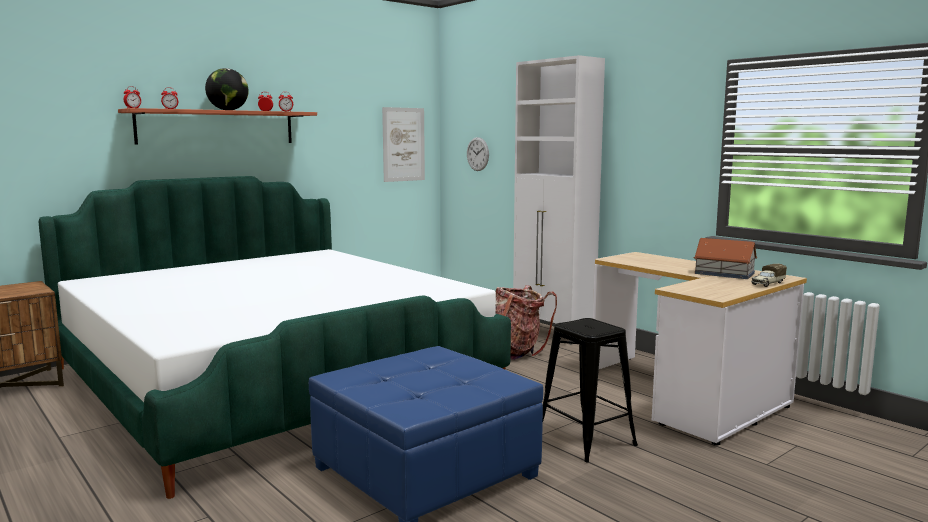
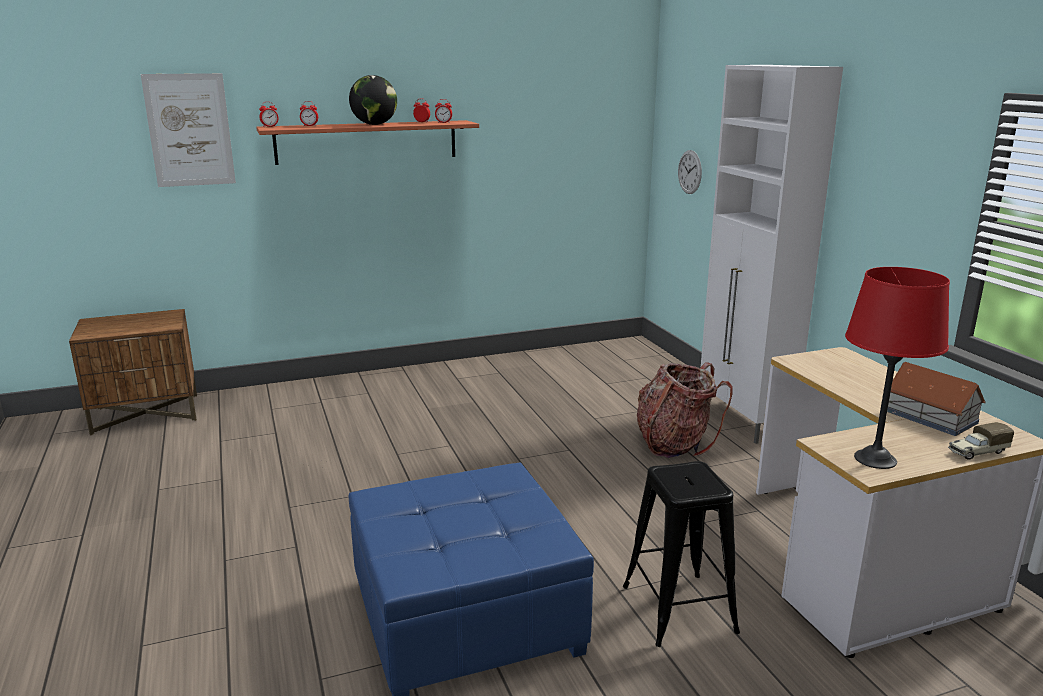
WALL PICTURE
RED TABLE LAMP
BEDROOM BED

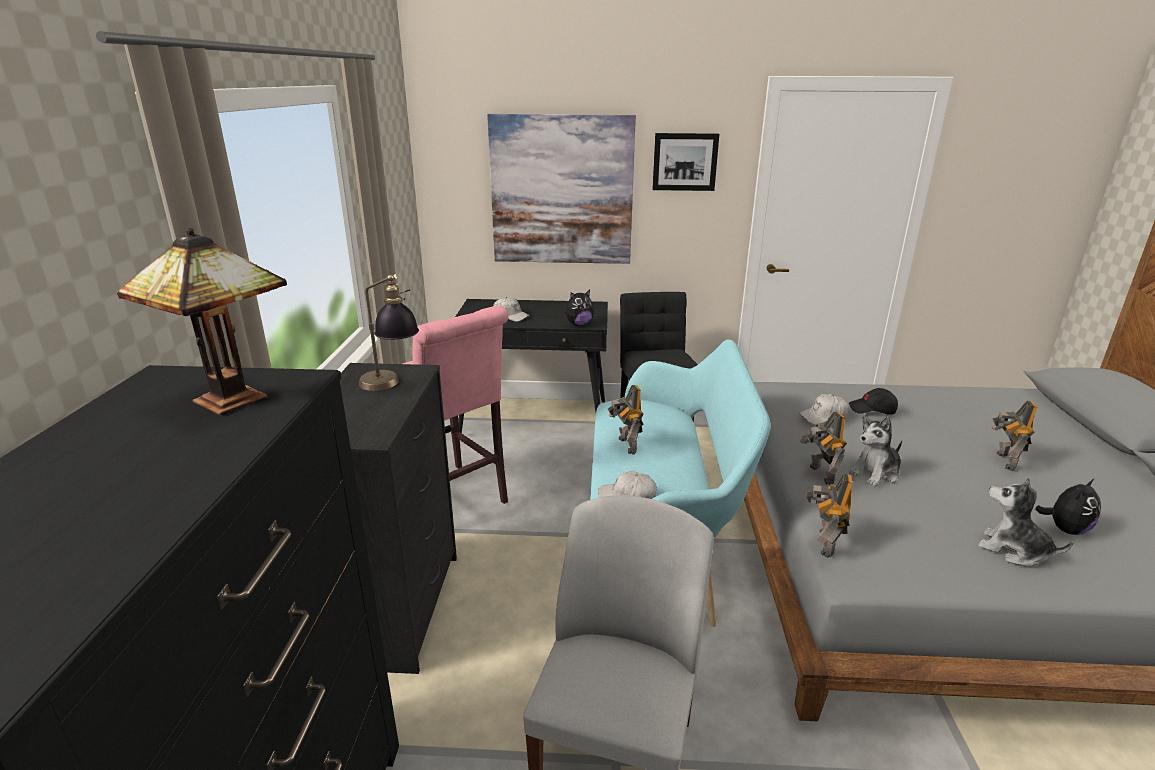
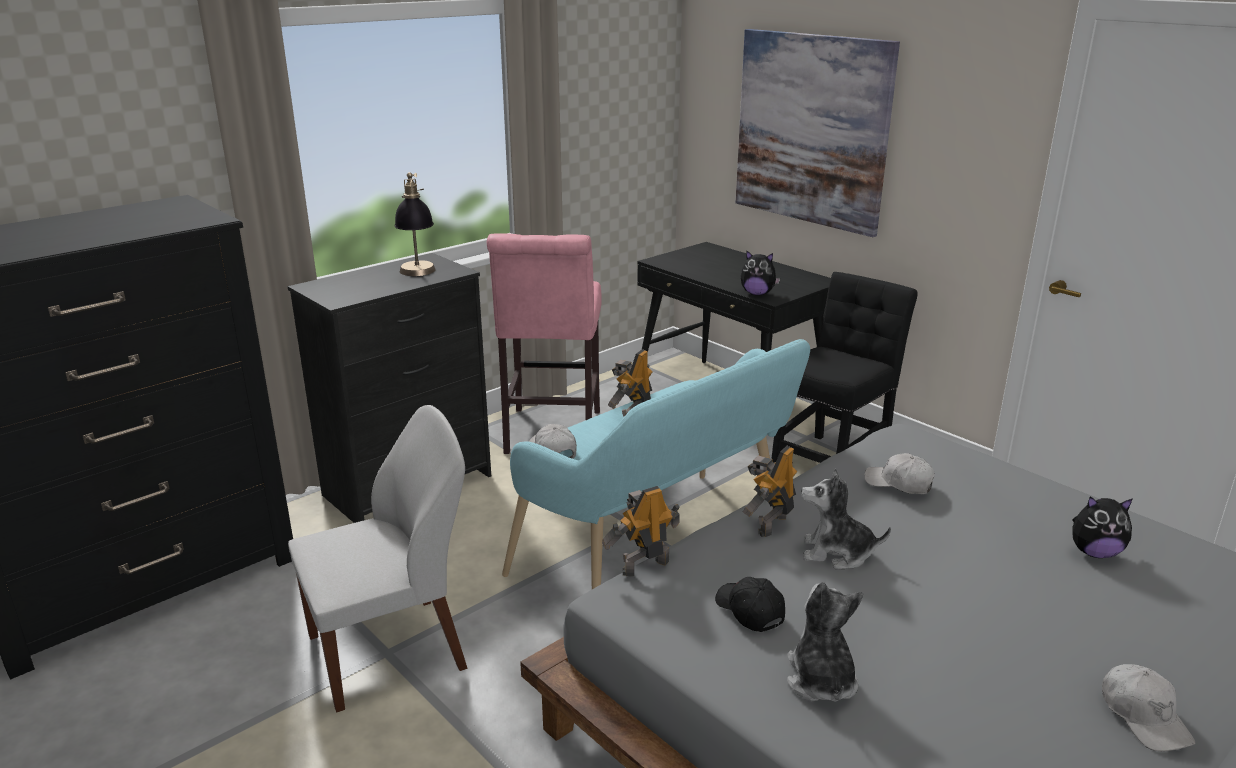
BLACK BASEBALL CAP
CUDDLY TOY (no. 4 from left)
WHITE-COLOURED BASEBALL CAP (no. 3 from left)
TABLE LAMP (no. 1 from left in the first image)
WALL PICTURE (no. 2 from left in the first image)
MODEL ROBOT (no. 4 from left in the first image)

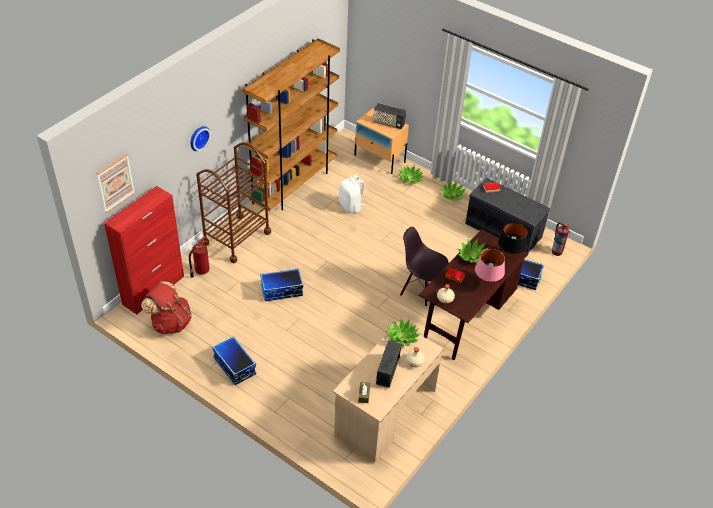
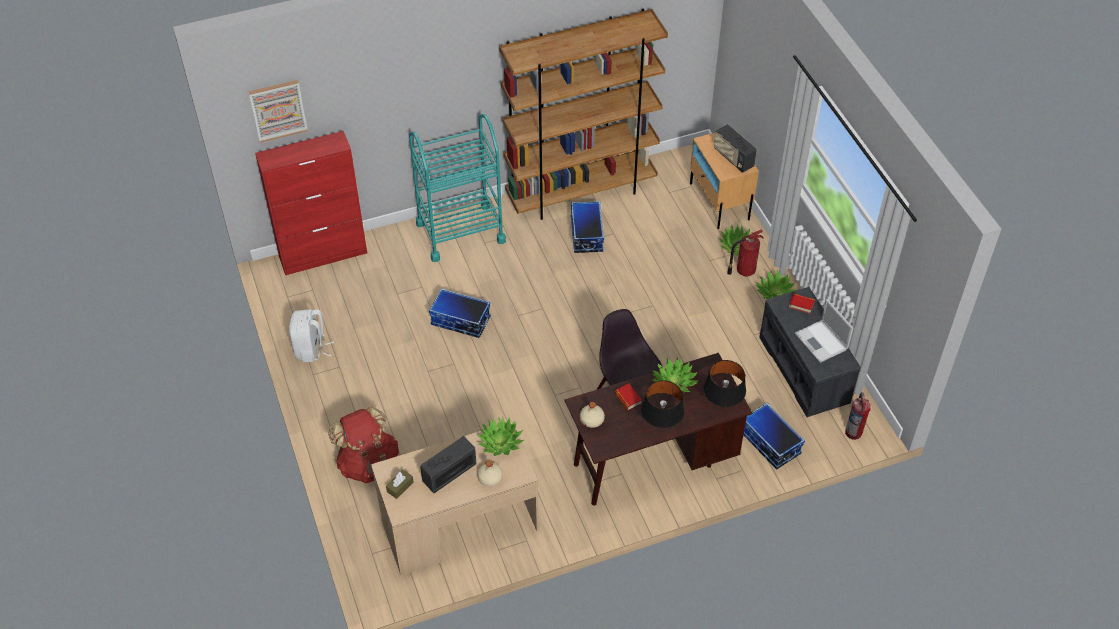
WHITE-COLOURED KNAPSACK
RED KNAPSACK
TURQUOISE CART
STORAGE BIN (no. 2 from left)
BLACK TABLE LAMP (no. 1 from left)
EXTINGUISHER (no. 1 from left)
NOTEBOOK COMPUTER
CLOCK ON THE WALL

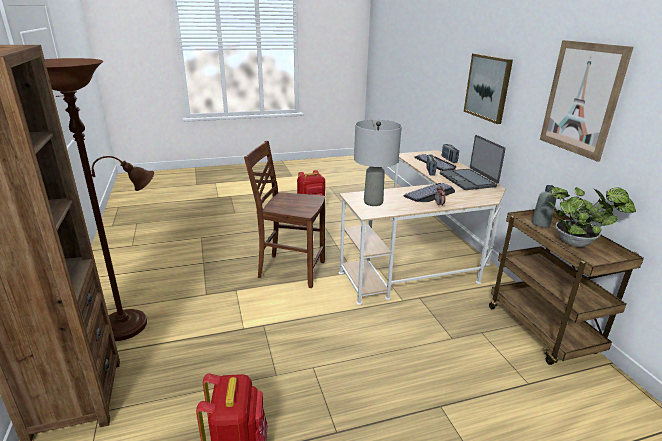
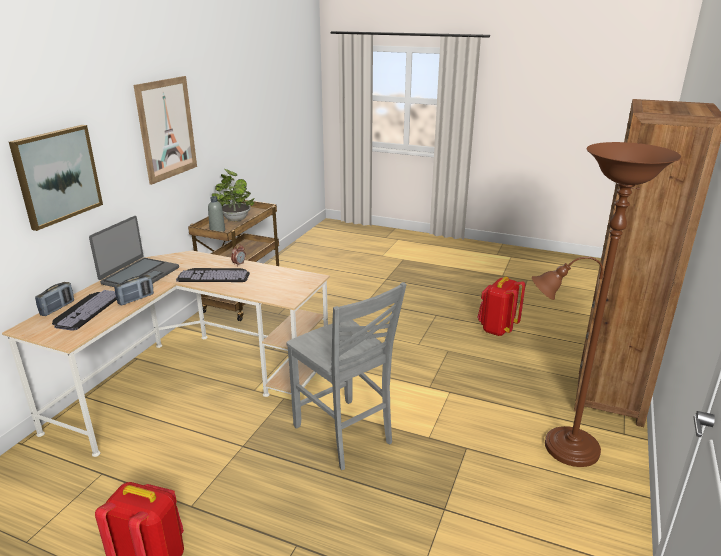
GRAY UPRIGHT CHAIR
GRAY TABLE LAMP

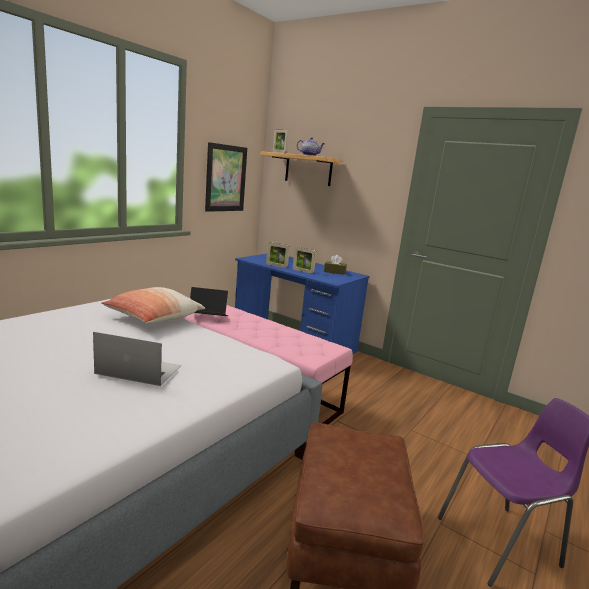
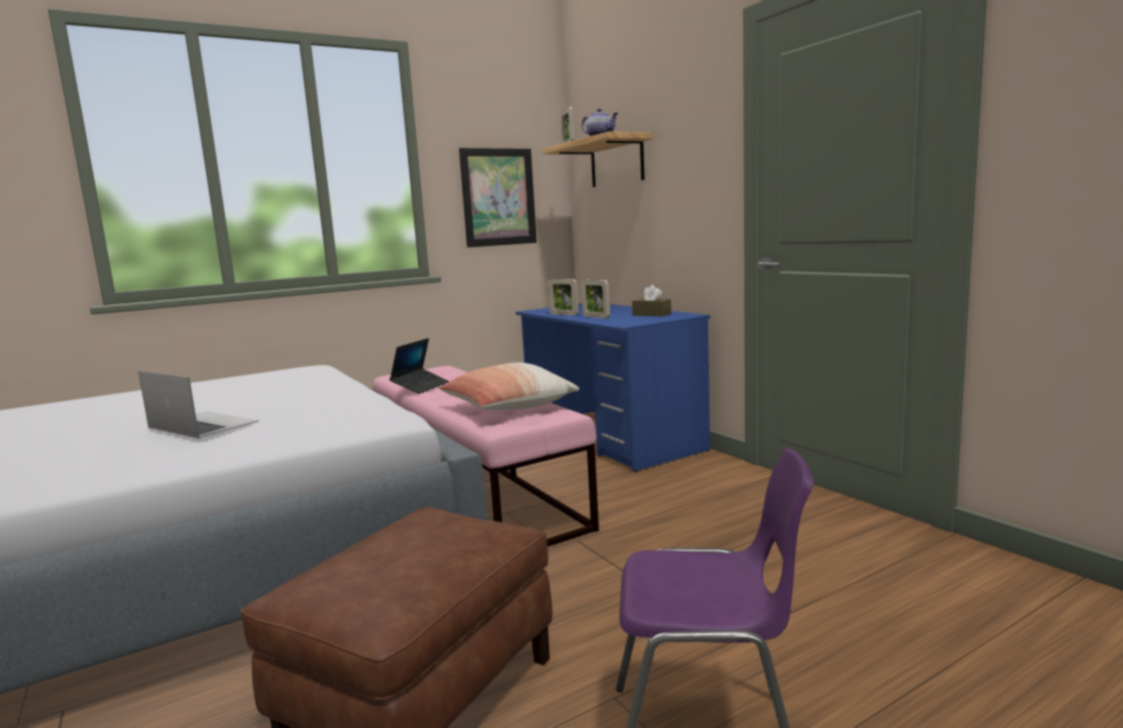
NOTEBOOK COMPUTER (no. 2 from left)
THROW PILLOW

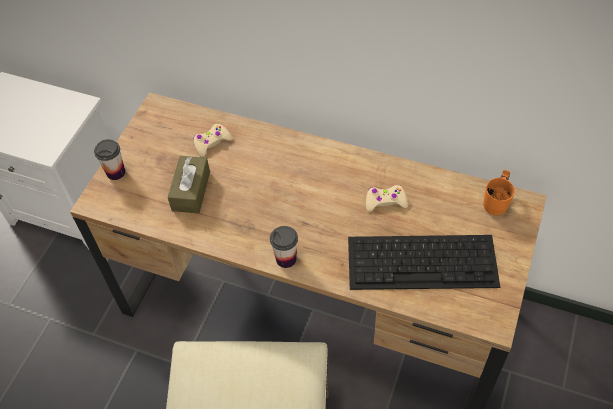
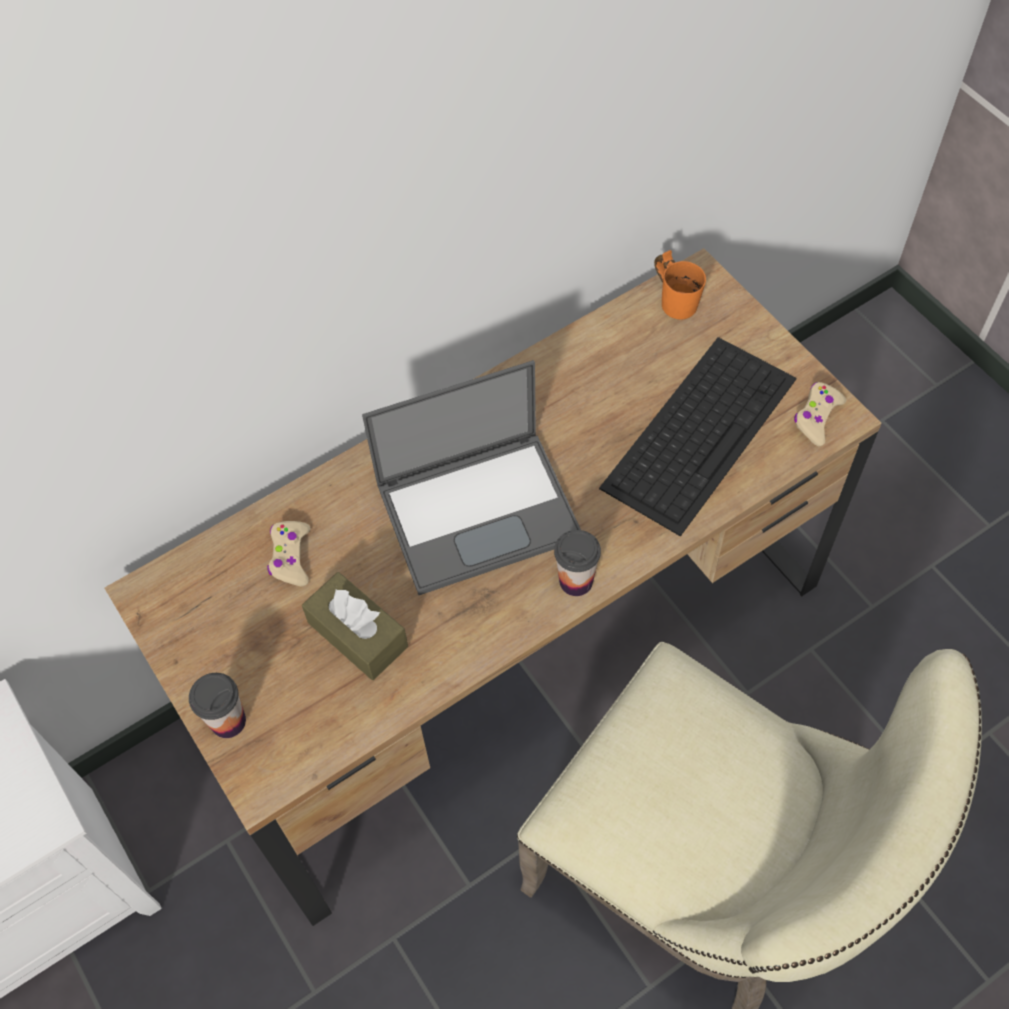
NOTEBOOK COMPUTER
BEIGE GAMEPAD (no. 2 from left)

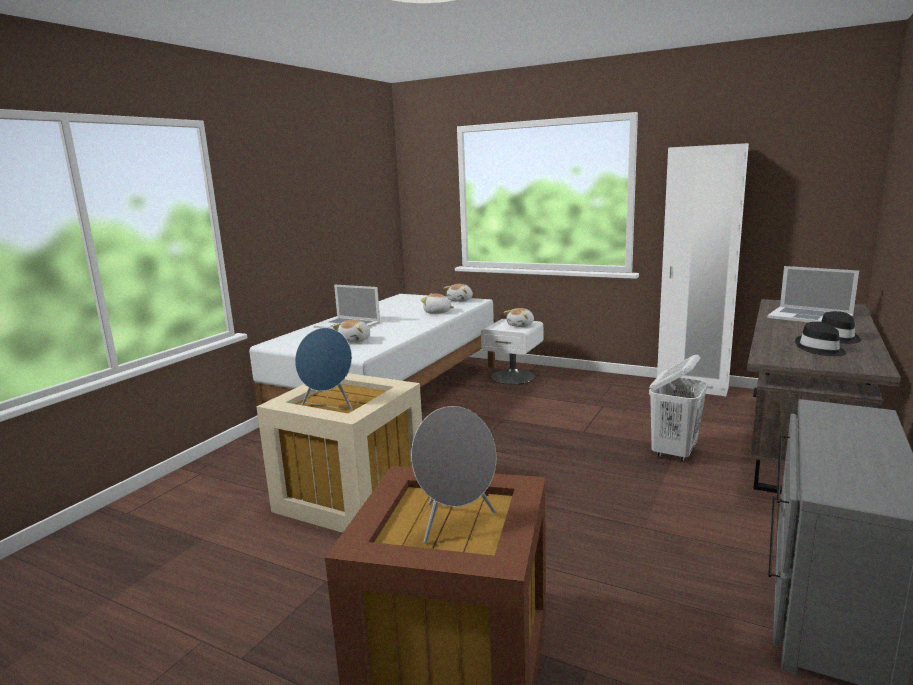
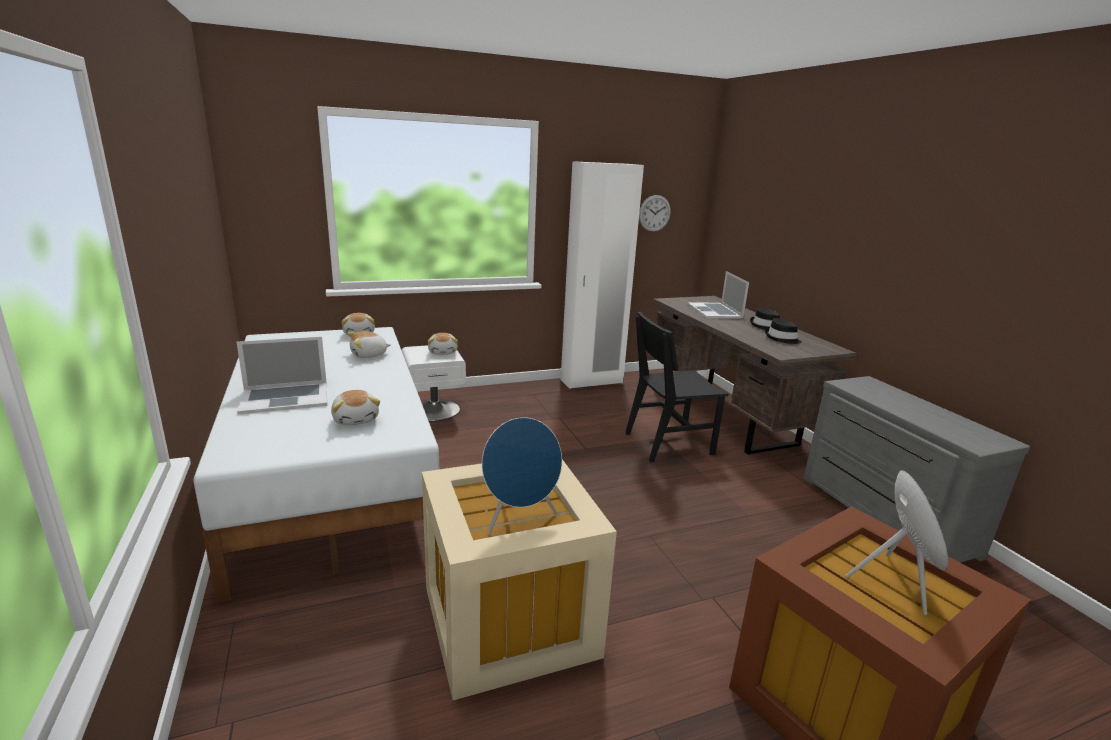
BLACK UPRIGHT CHAIR
CLOCK ON THE WALL
NOTEBOOK COMPUTER (no. 2 from left)

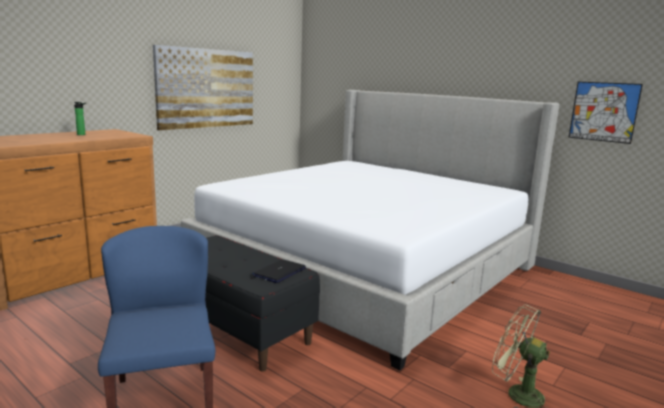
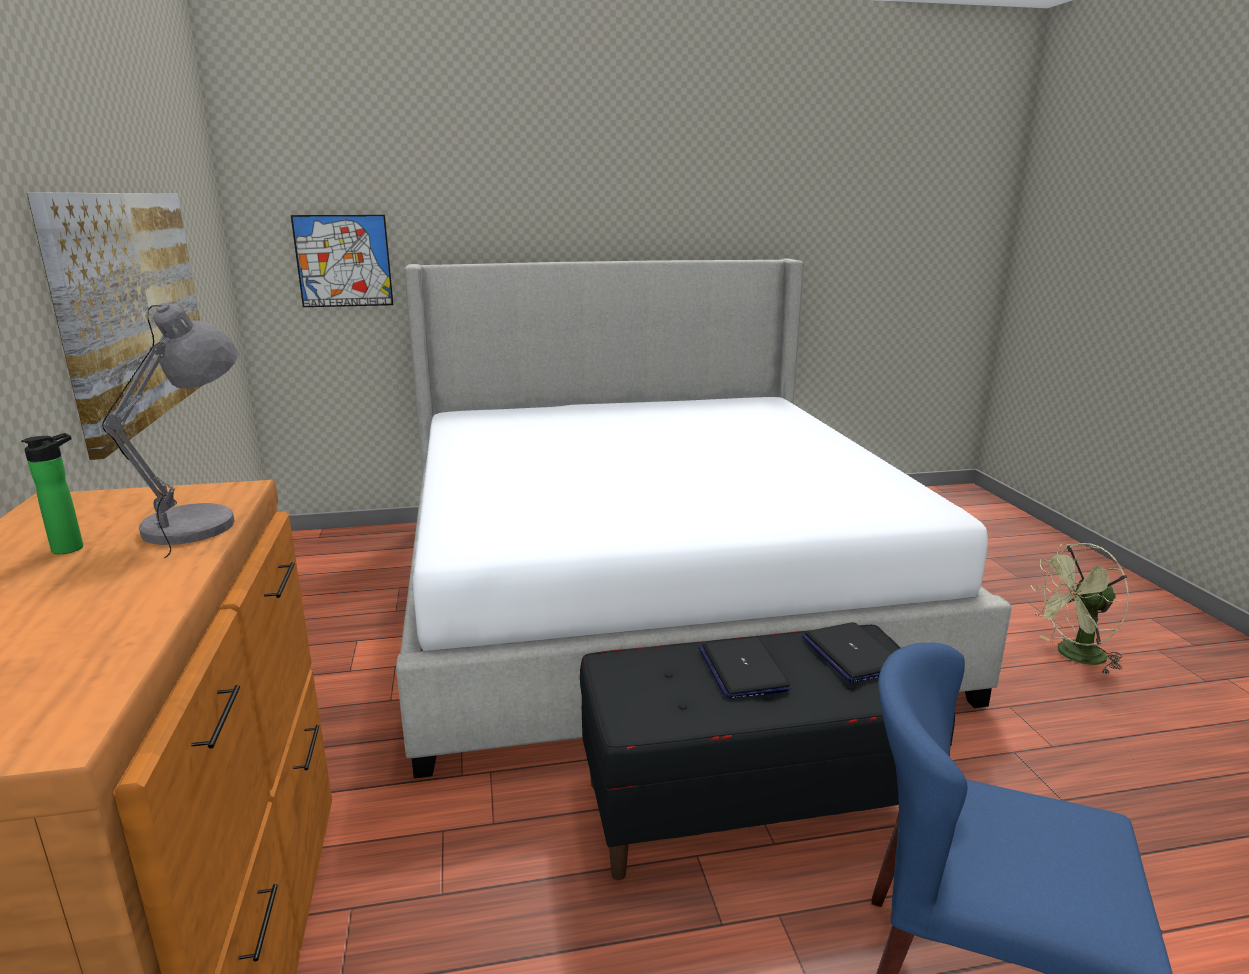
GRAY TABLE LAMP
WALL PICTURE (no. 2 from left)
NOTEBOOK COMPUTER (no. 1 from left)

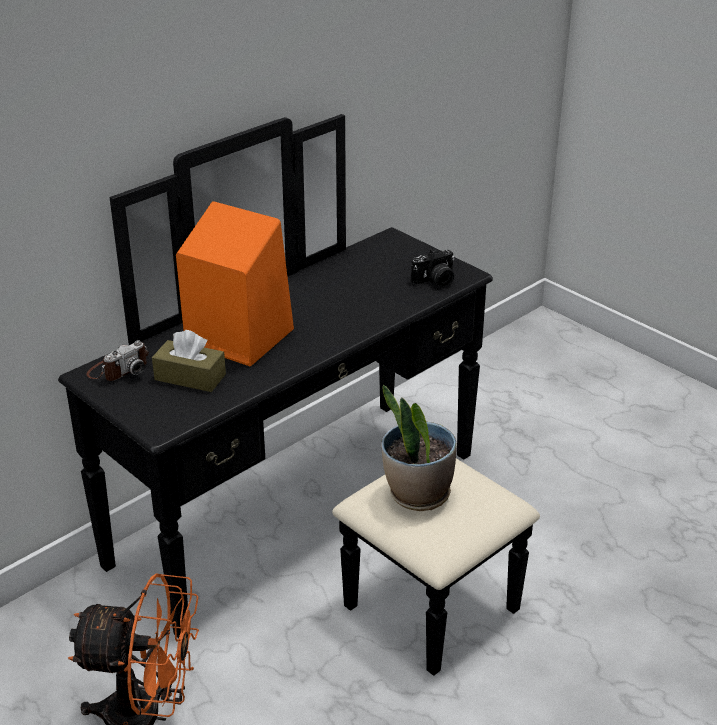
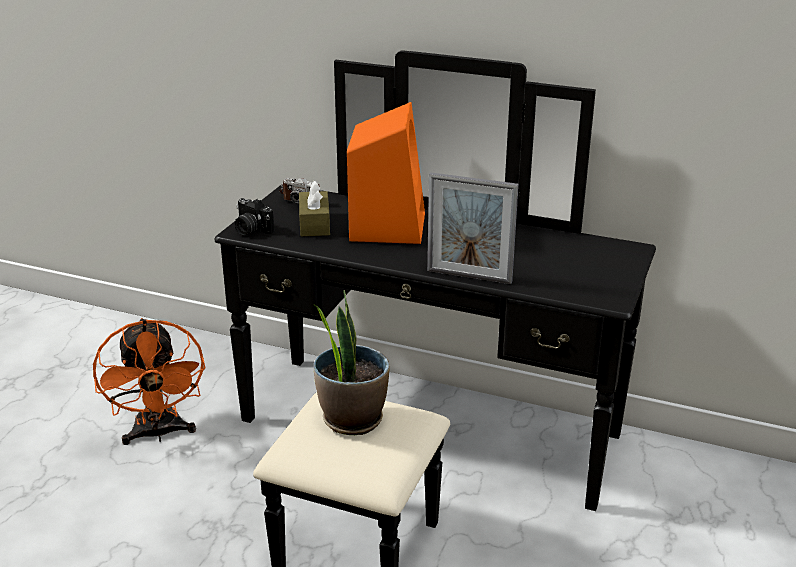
PHOTO CAMERA (no. 1 from left)
PHOTO FRAME

